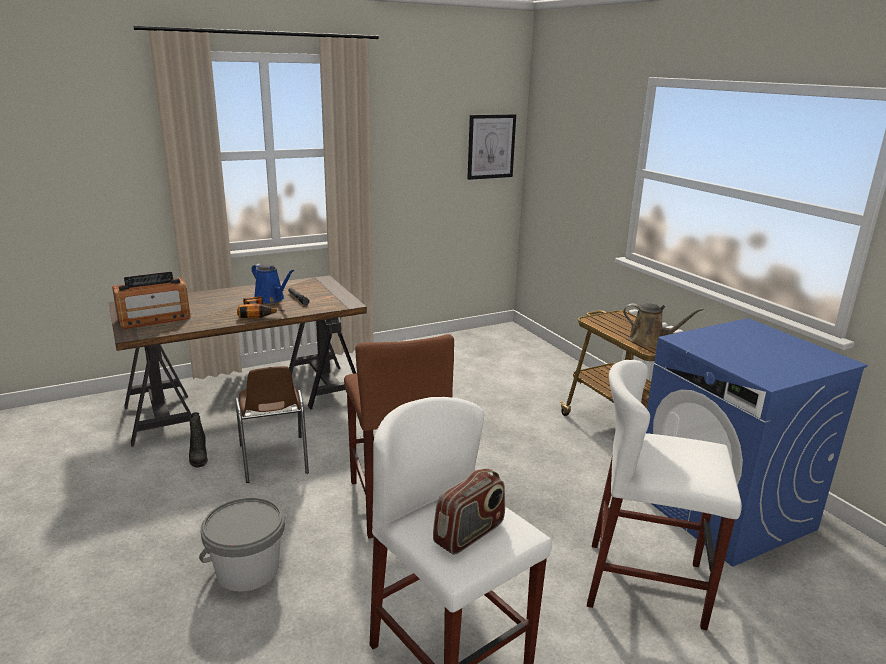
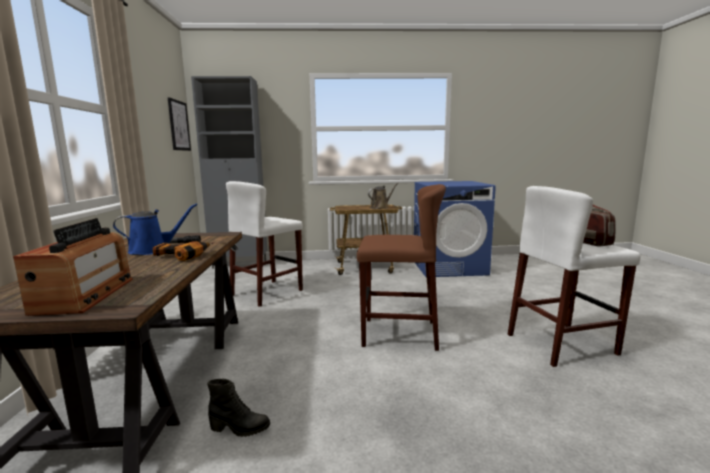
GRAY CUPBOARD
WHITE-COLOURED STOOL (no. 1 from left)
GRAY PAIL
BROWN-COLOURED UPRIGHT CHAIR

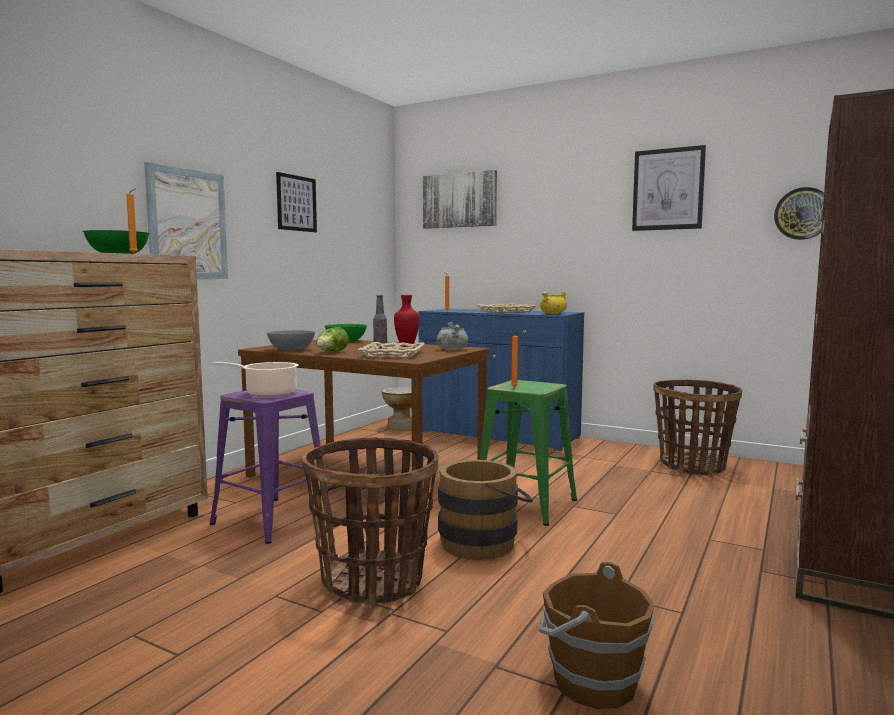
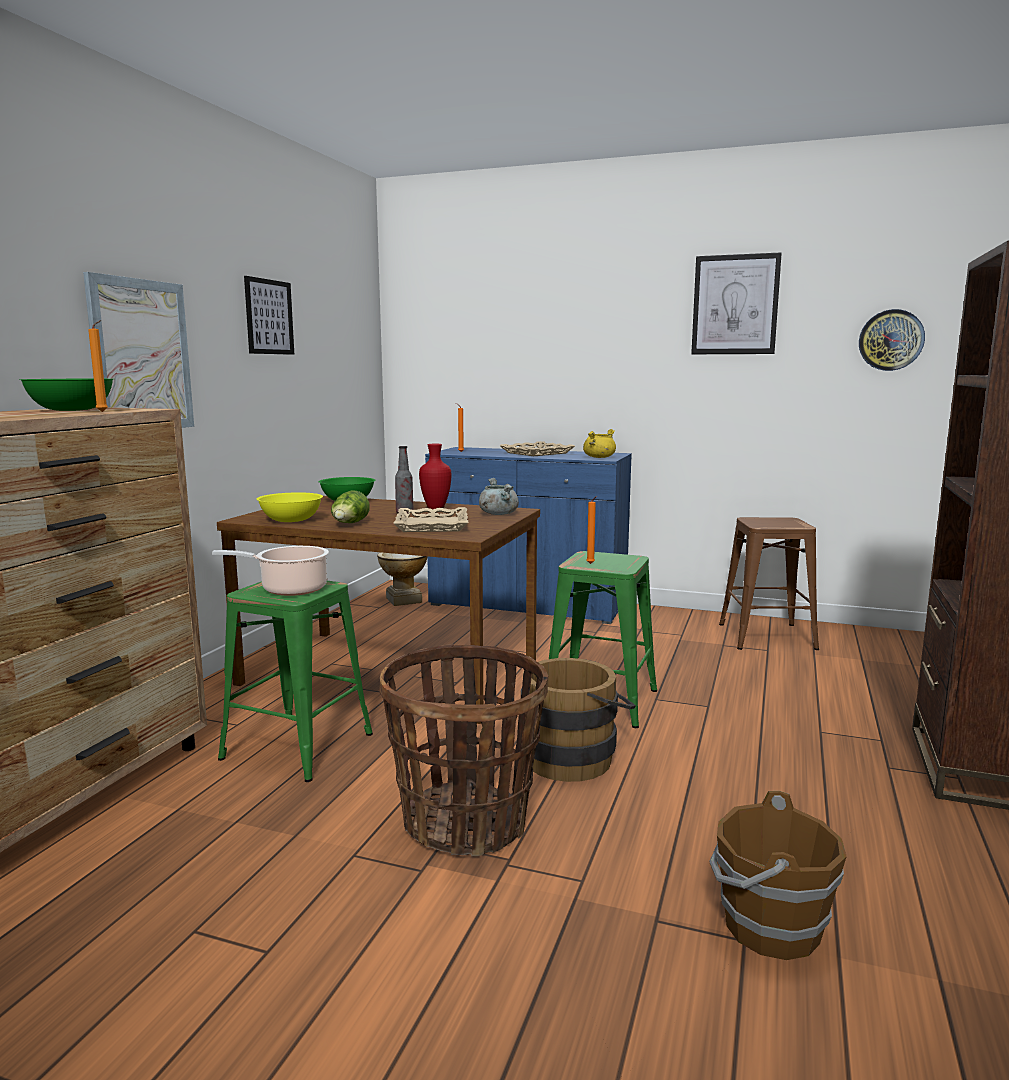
GREEN STOOL (no. 1 from left)
YELLOW SERVING BOWL
BROWN-COLOURED STOOL
WALL PICTURE (no. 3 from left in the first image)

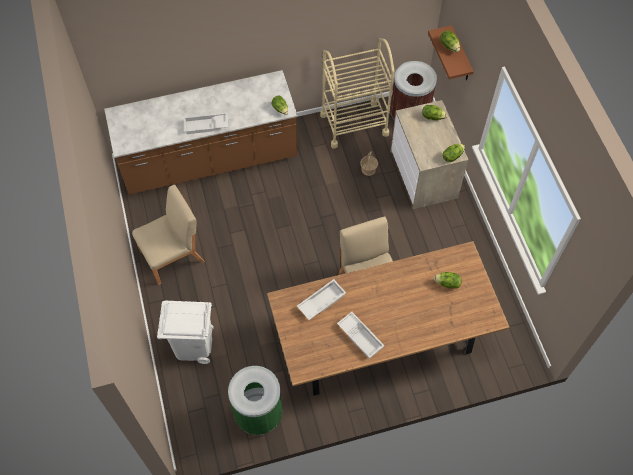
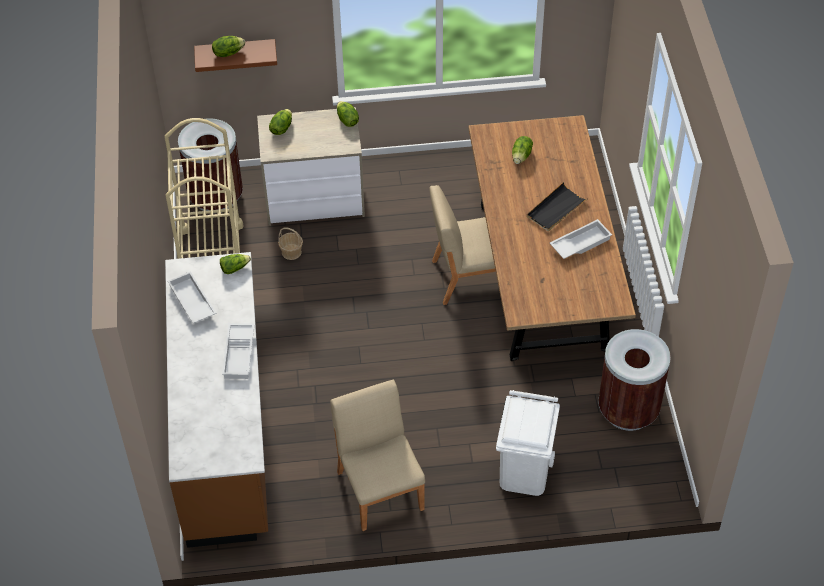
WHITE-COLOURED SERVING TRAY (no. 1 from left)
BLACK SERVING TRAY
BROWN-COLOURED TRASH CAN (no. 2 from left)

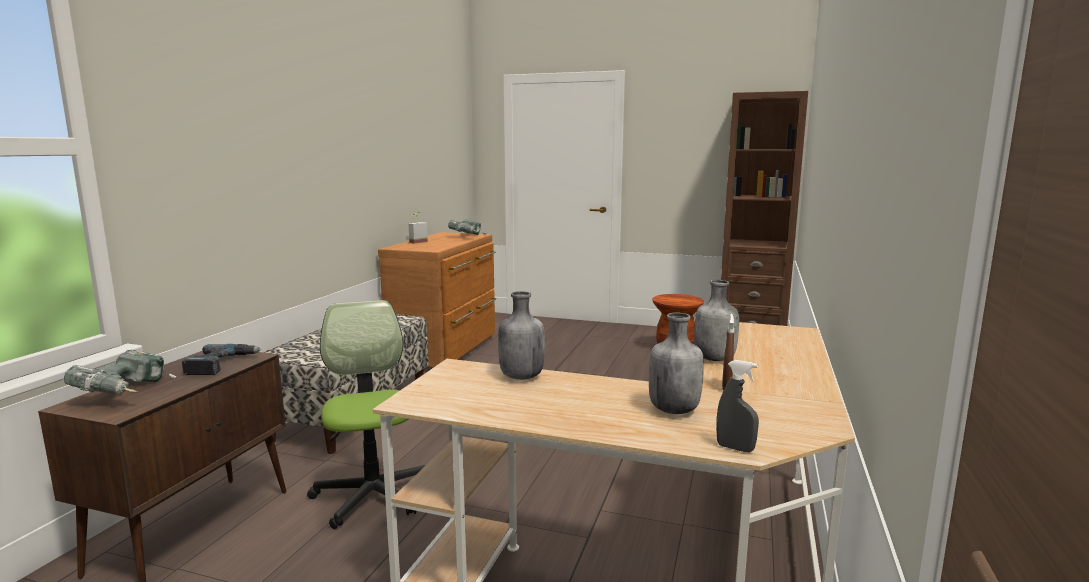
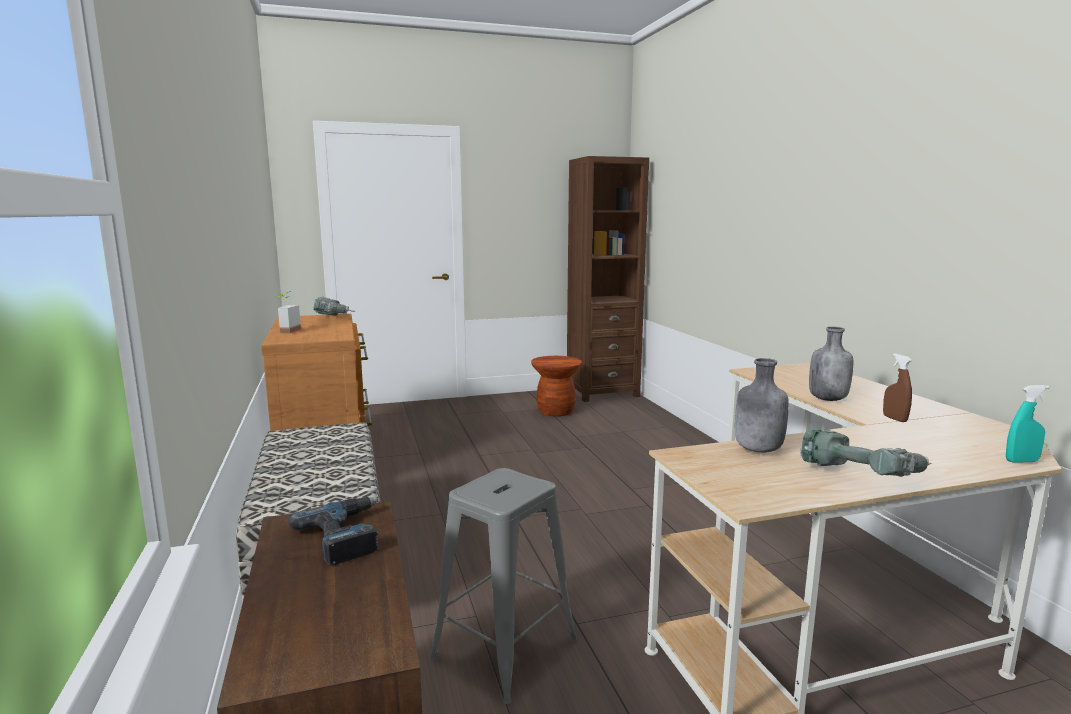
GRAY STOOL
ELECTRIC DRILL (no. 3 from left)
TURQUOISE SPRAY BOTTLE
GRAY BOTTLE (no. 2 from left in the first image)

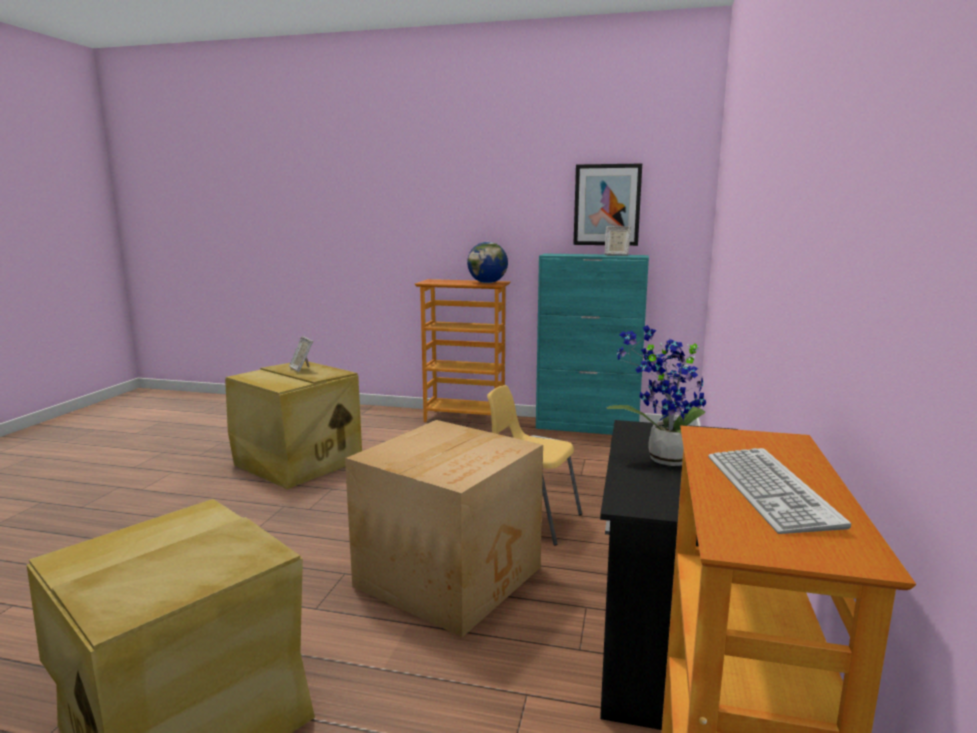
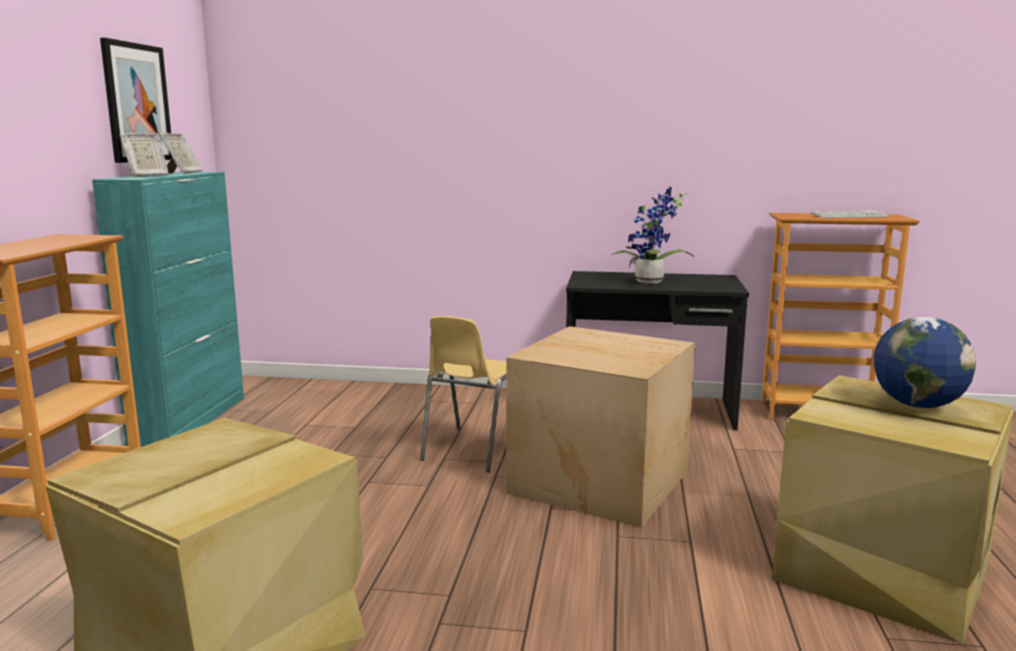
PHOTO FRAME (no. 1 from left)
GLOBE

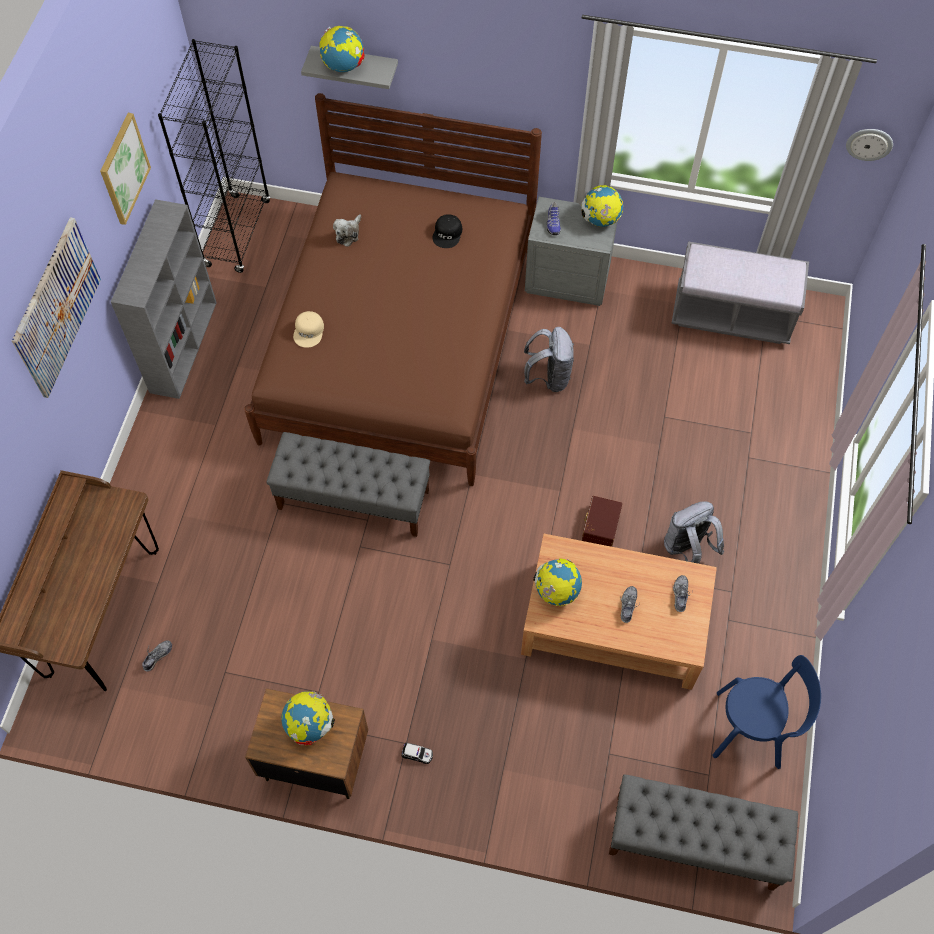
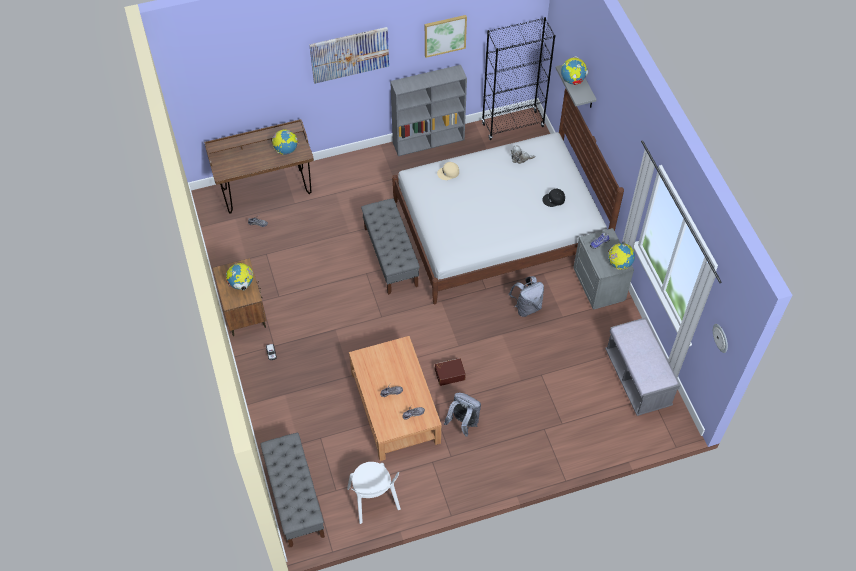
GLOBE (no. 2 from left)
WHITE-COLOURED UPRIGHT CHAIR
WHITE-COLOURED BEDROOM BED

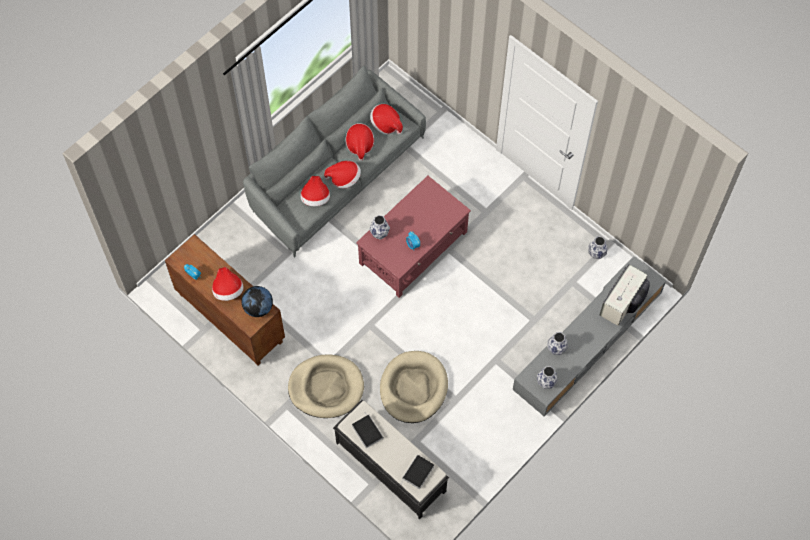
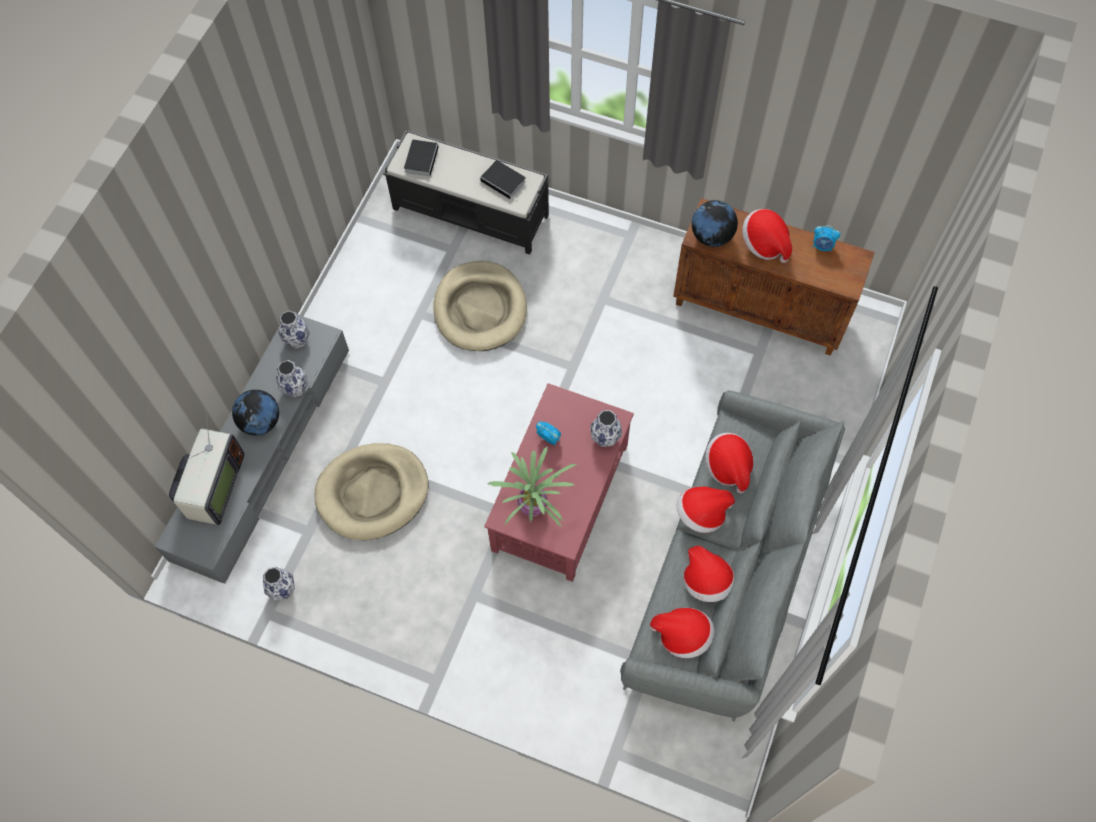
GLOBE (no. 1 from left)
BEIGE DOG CUSHION (no. 1 from left)
PLANT IN A POT

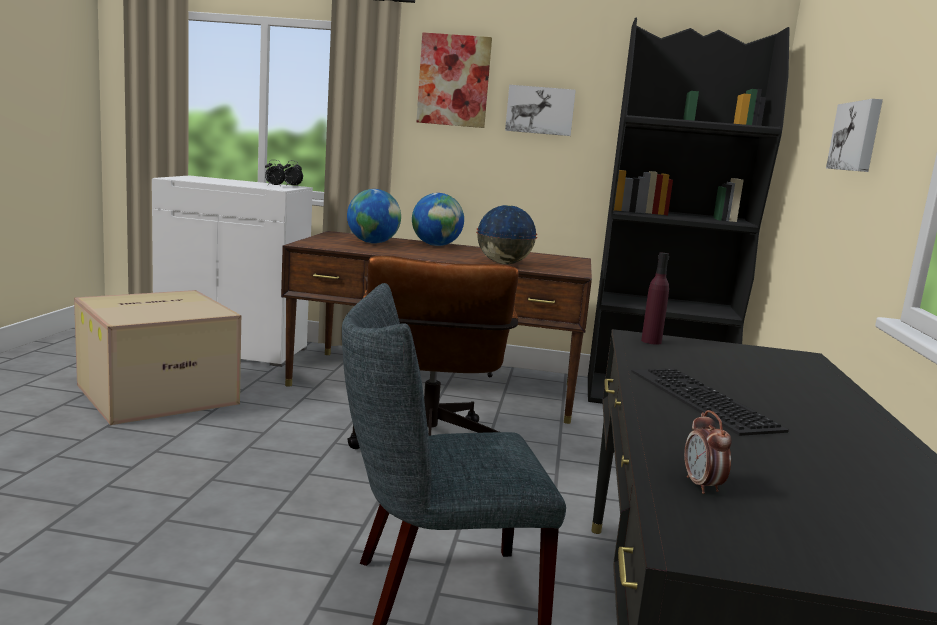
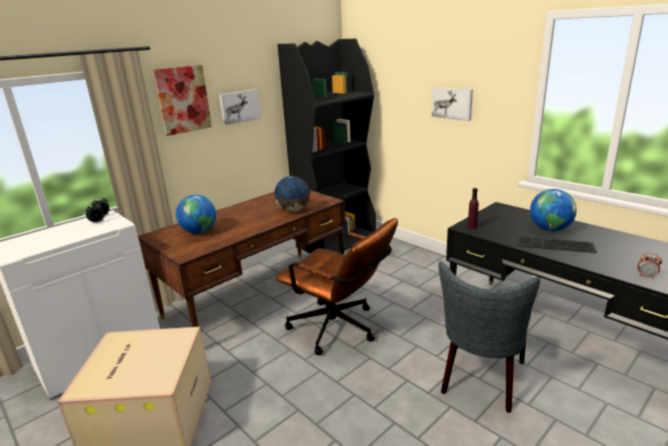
GLOBE (no. 3 from left)

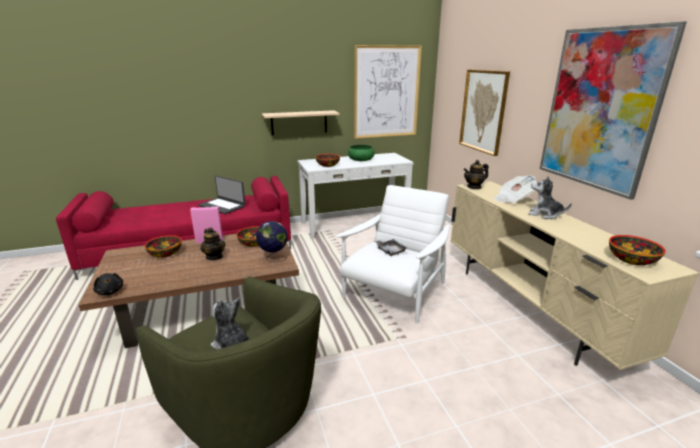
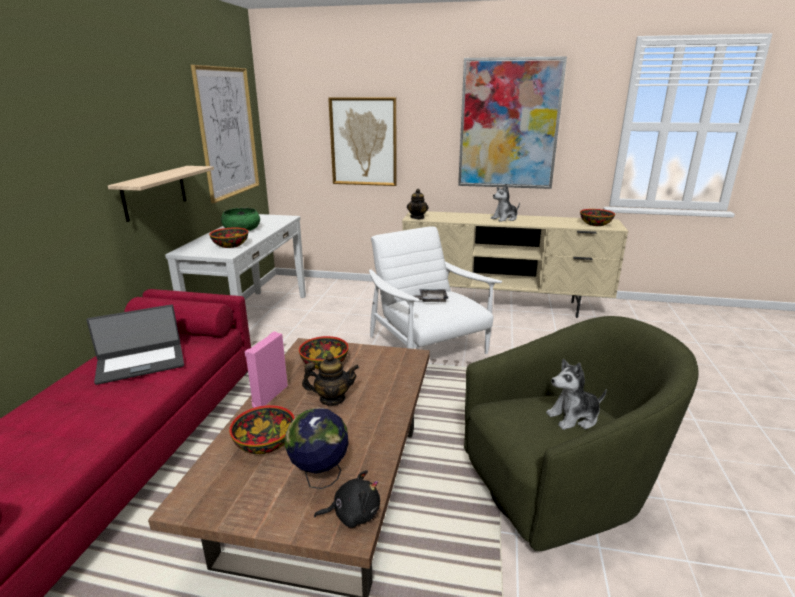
GLOBE
PRINTED PAPER

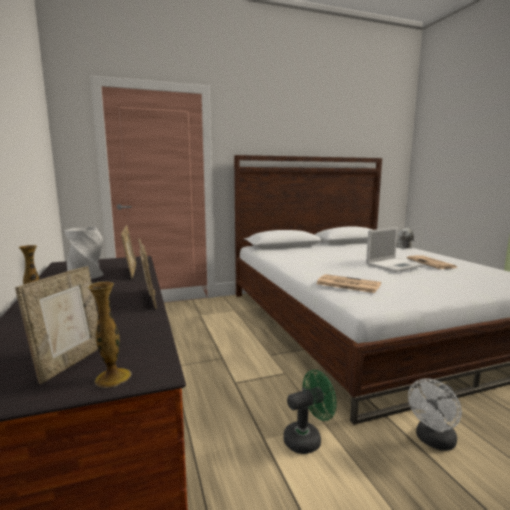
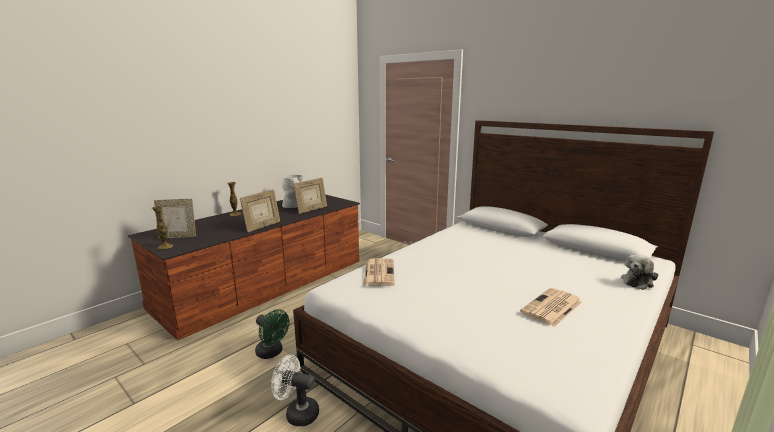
NOTEBOOK COMPUTER

